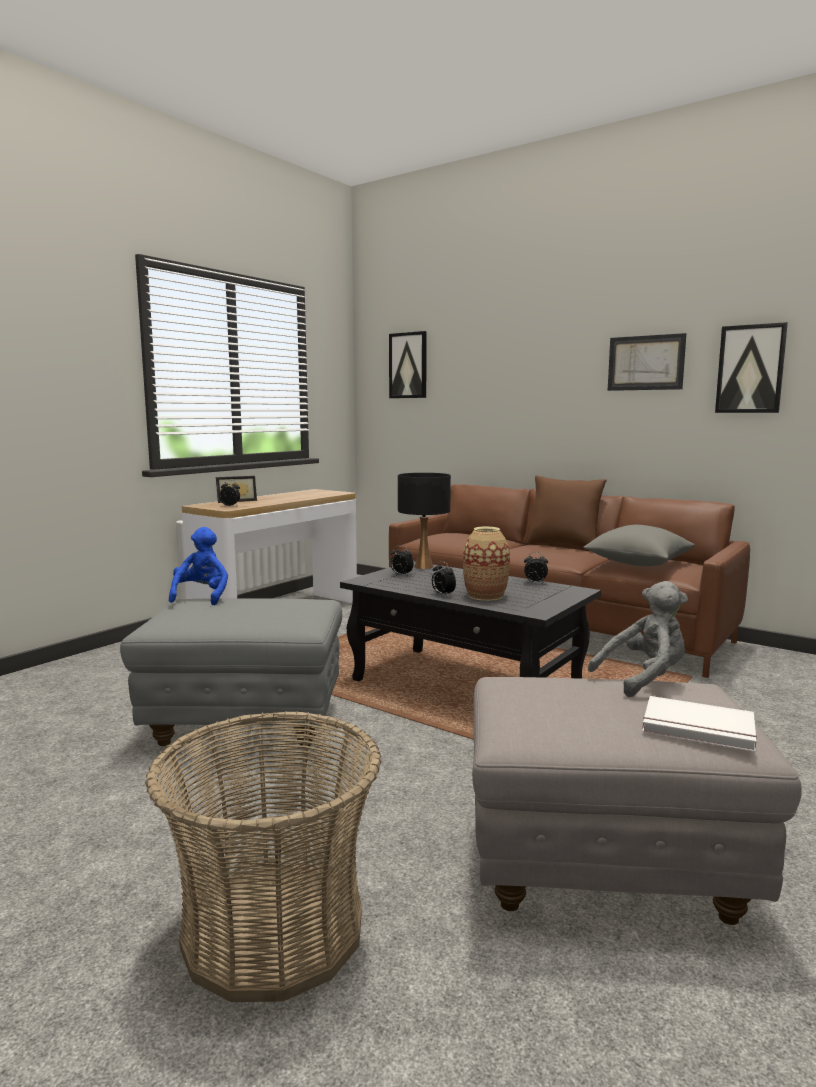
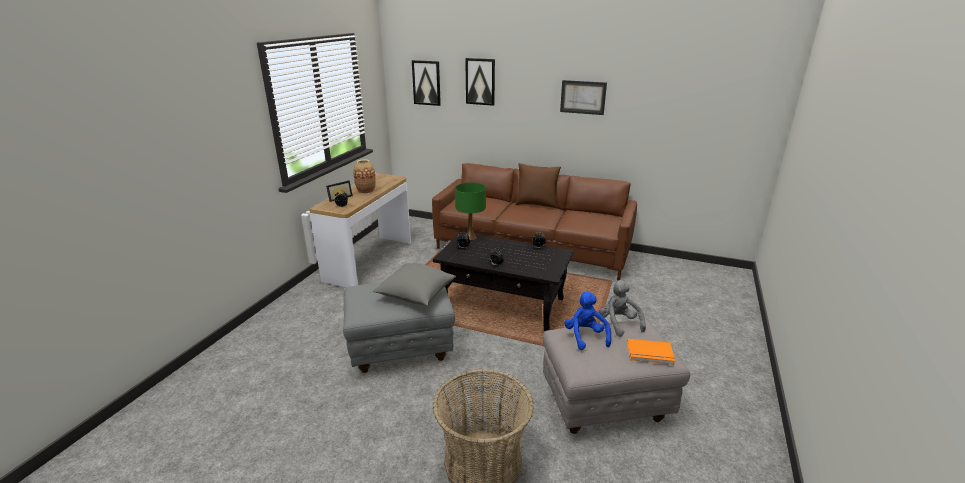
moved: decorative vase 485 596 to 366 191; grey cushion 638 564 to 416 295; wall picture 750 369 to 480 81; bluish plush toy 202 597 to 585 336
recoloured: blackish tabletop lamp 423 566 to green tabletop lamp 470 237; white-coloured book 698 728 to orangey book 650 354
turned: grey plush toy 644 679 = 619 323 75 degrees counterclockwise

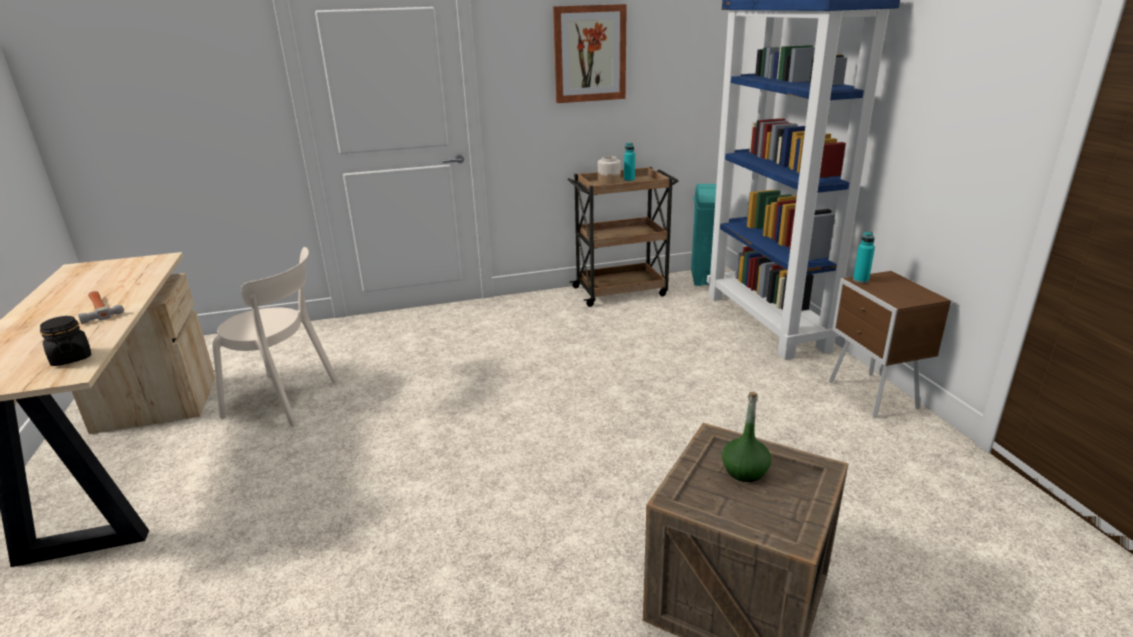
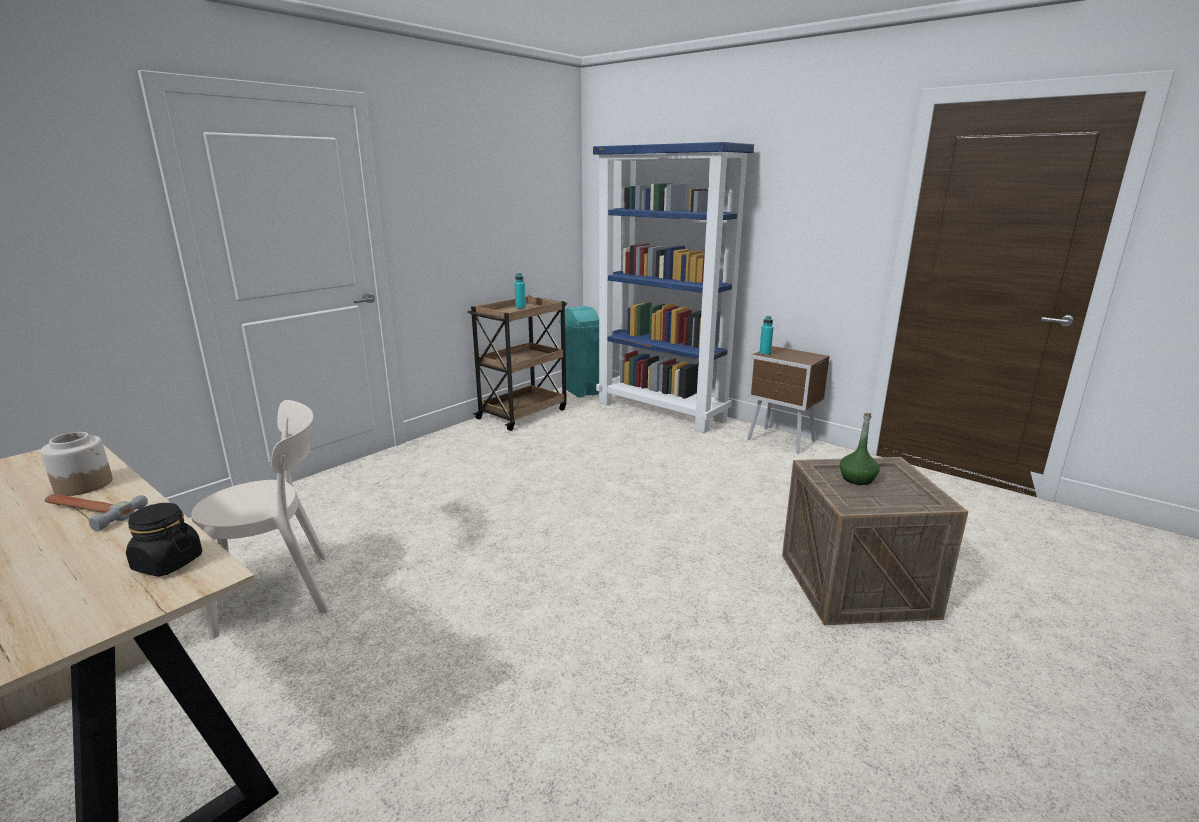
removed: wall picture 589 54
moved: storage jar 609 182 to 84 485

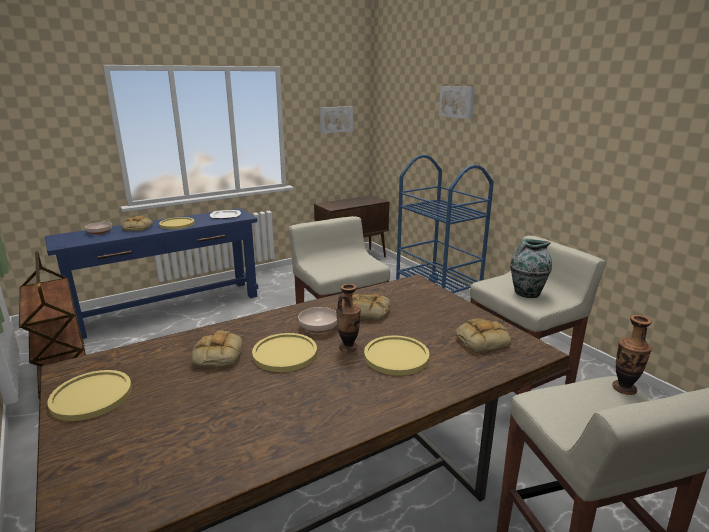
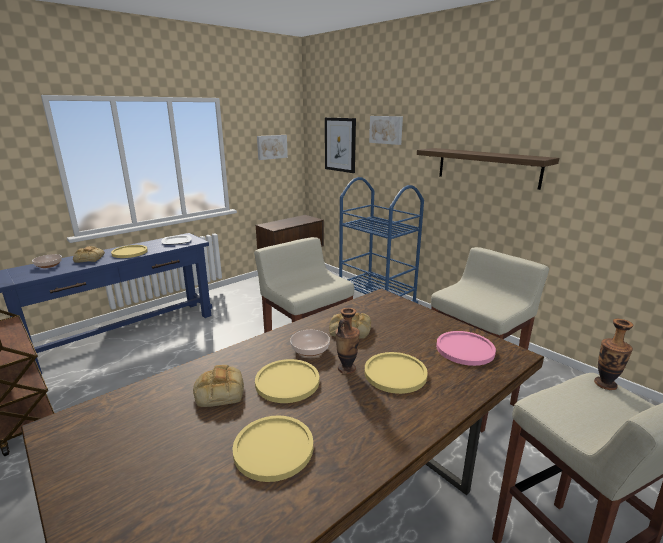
removed: decorative vase 526 293
added: wall picture 340 144; bracket shelf 487 167
moved: yellow dinner plate 91 396 to 273 448
replaced: bread 482 340 to pink-coloured dinner plate 465 349

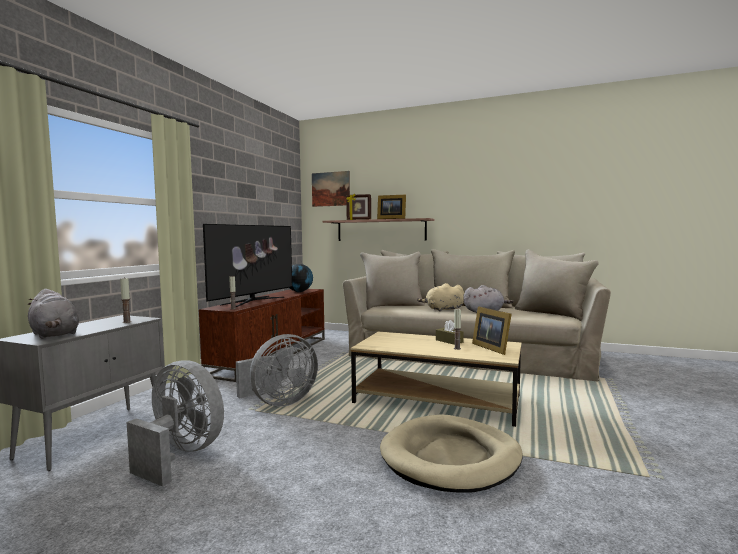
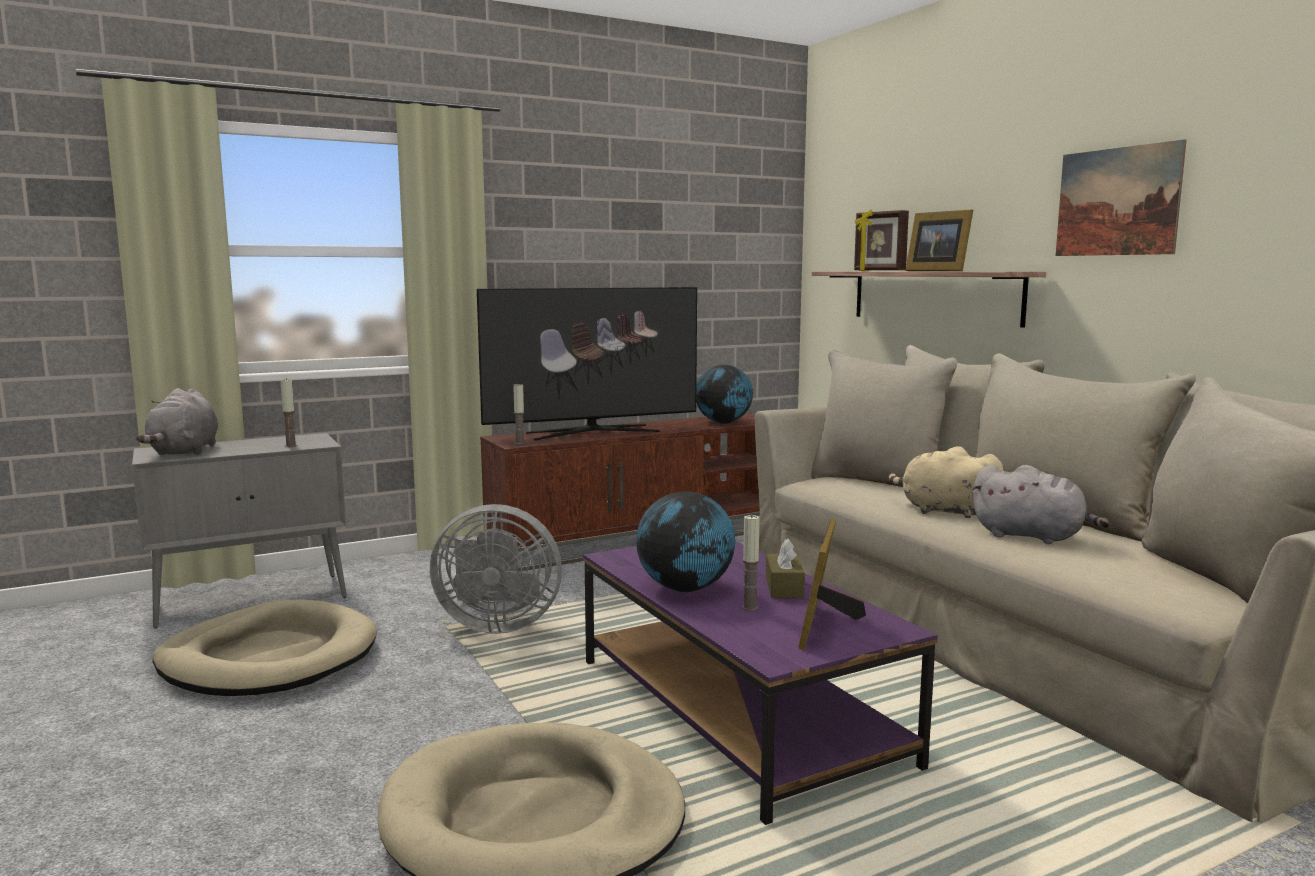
added: desk globe 685 589
moved: wall picture 330 189 to 1117 202
replaced: grey electric fan 180 455 to sand-coloured dog bed 269 658
recoloured: sand-coloured lounge table 437 399 to purple-coloured lounge table 737 710

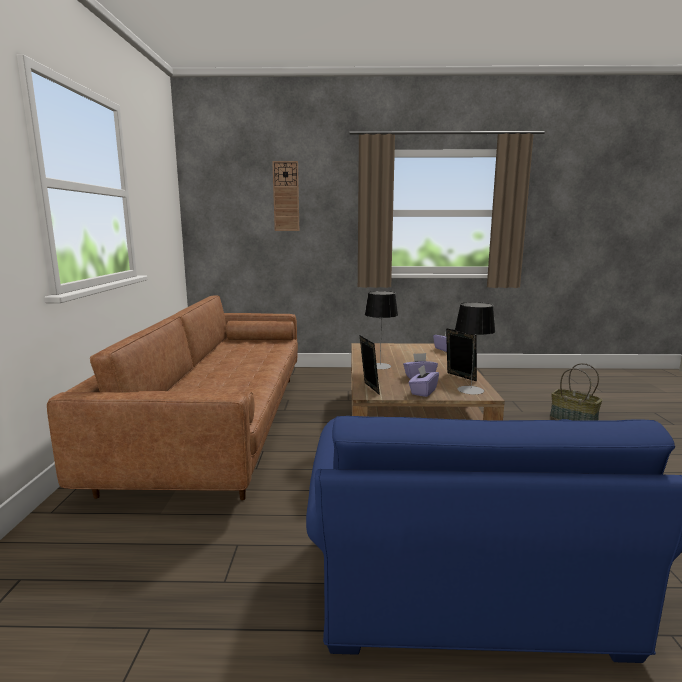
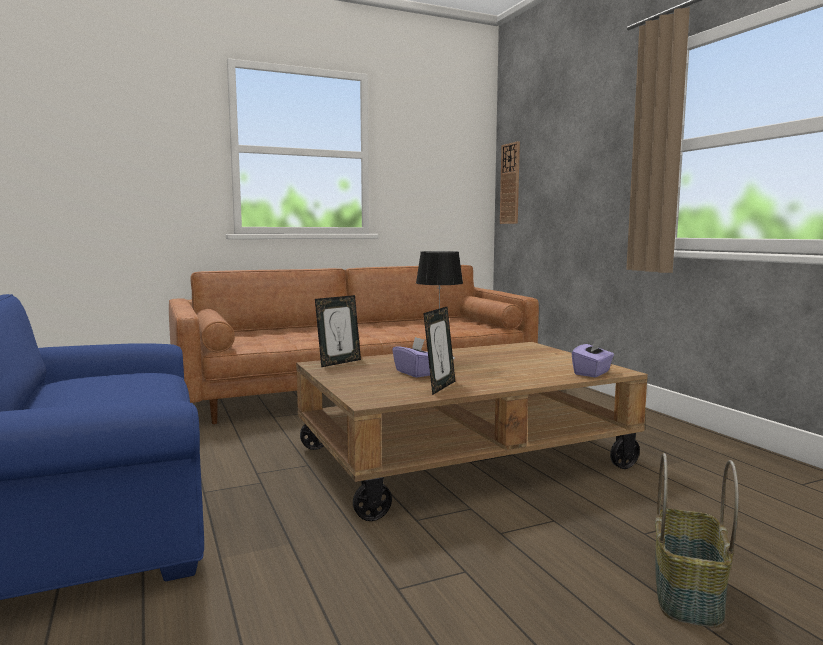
removed: purple-coloured box of tissues 423 392; tabletop lamp 470 390
moved: hanging clock 286 196 to 510 184

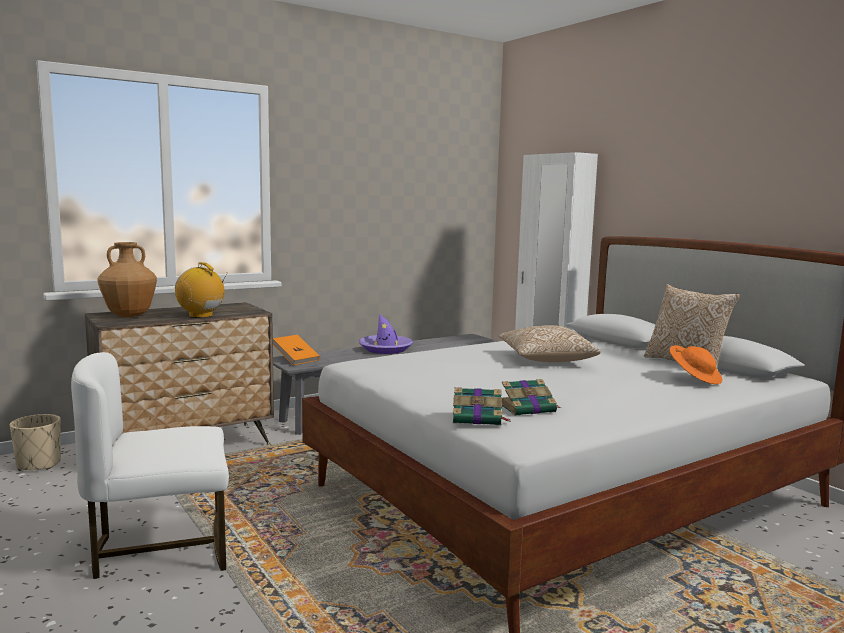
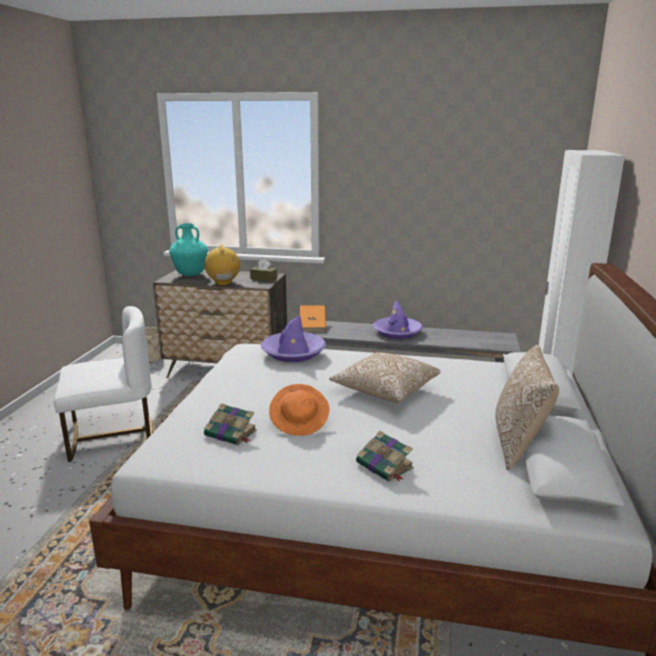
added: brown-coloured box of tissues 264 279; purple-coloured hat 293 352
moved: orangey hat 694 378 to 300 422; book 478 418 to 385 466
recoloured: brown-coloured decorative vase 130 315 to turquoise-coloured decorative vase 191 275
turned: white-coloured upright chair 161 548 = 111 435 135 degrees clockwise

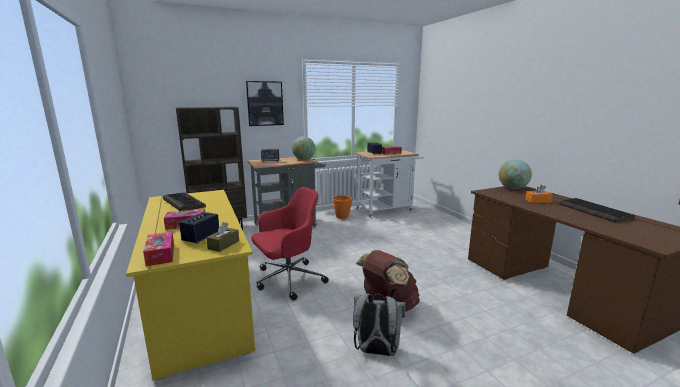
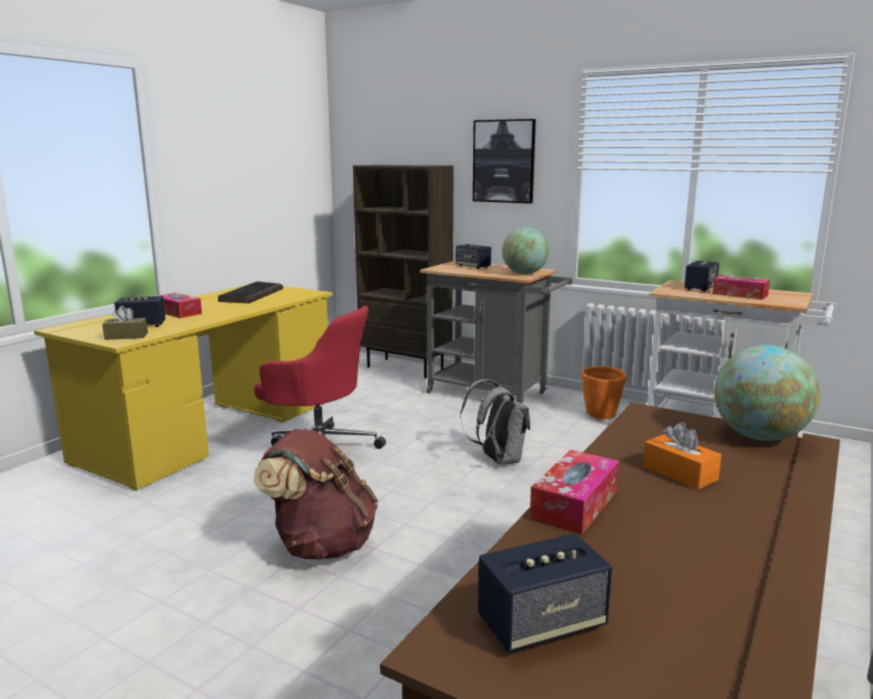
removed: keyboard 595 211
added: audio speaker 541 624
moved: grey backpack 376 351 to 498 459; box of tissues 160 254 to 574 504

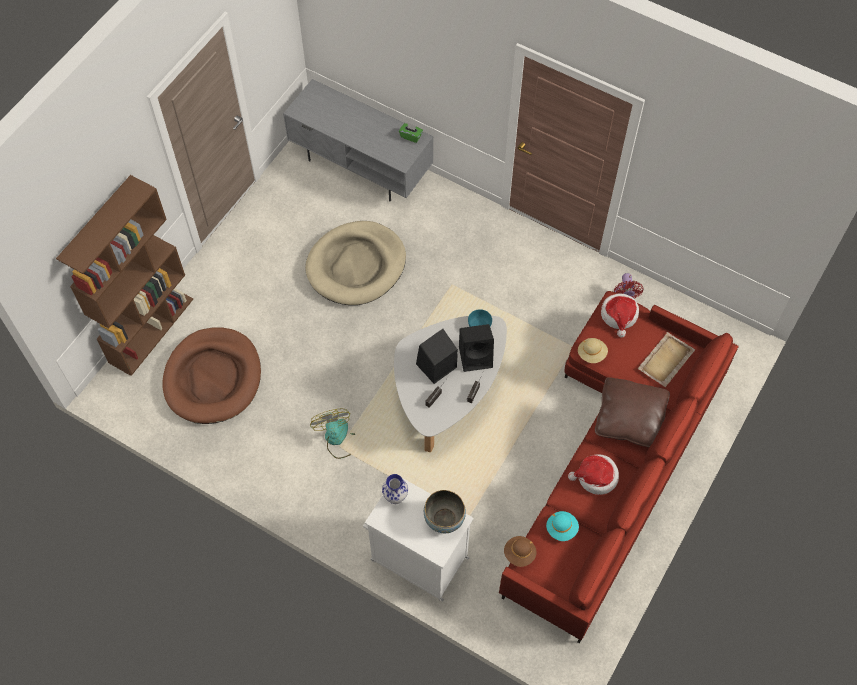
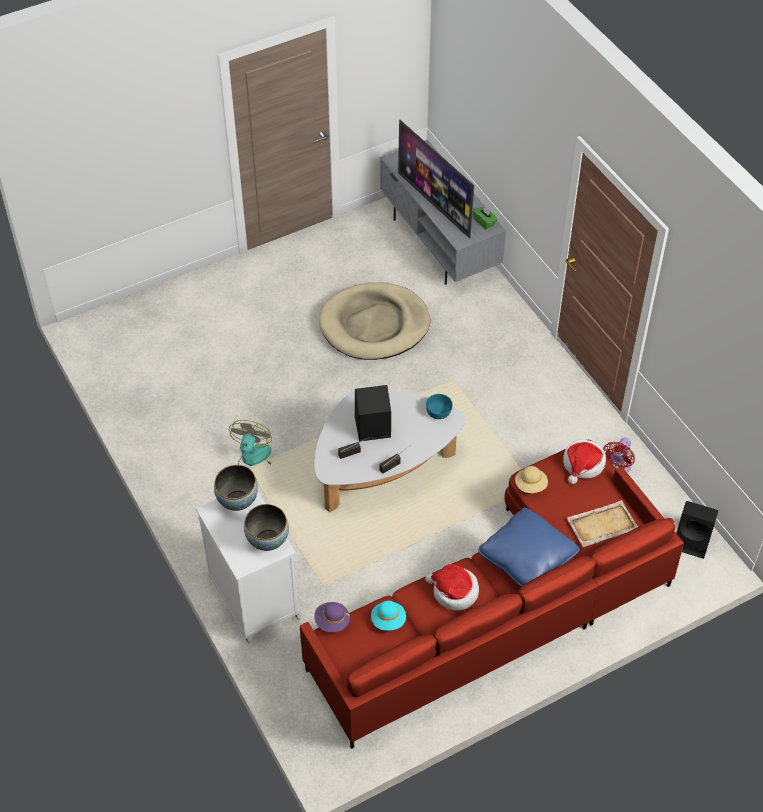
removed: brown-coloured shelving unit 151 329; brown-coloured dog bed 213 378
added: TV 435 204
moved: blackish audio speaker 476 356 to 692 541
replaced: decorative vase 395 497 to deep dish 237 501
recoloured: brown-coloured hat 519 554 to purple-coloured hat 332 621; brown-coloured cushion 630 418 to bluish cushion 527 558

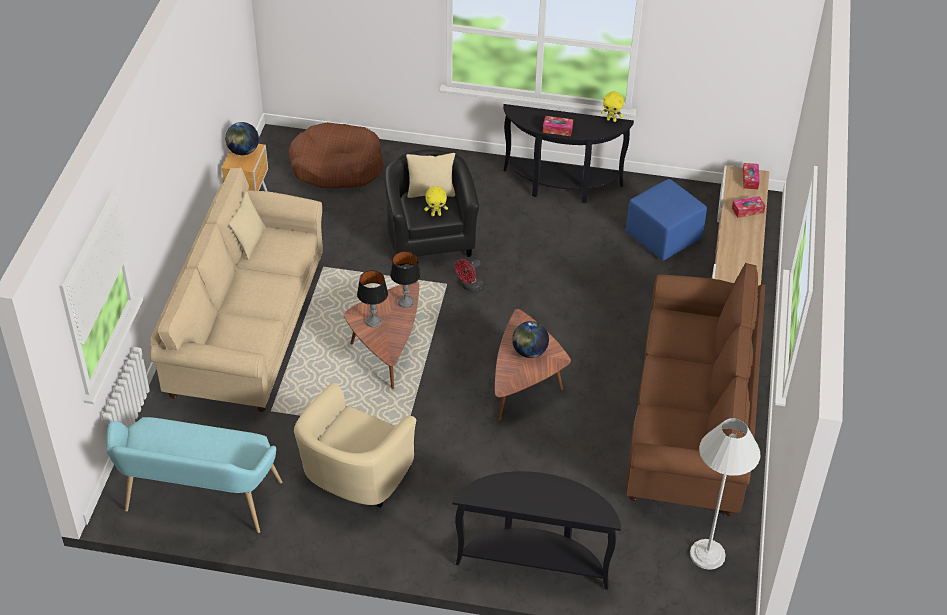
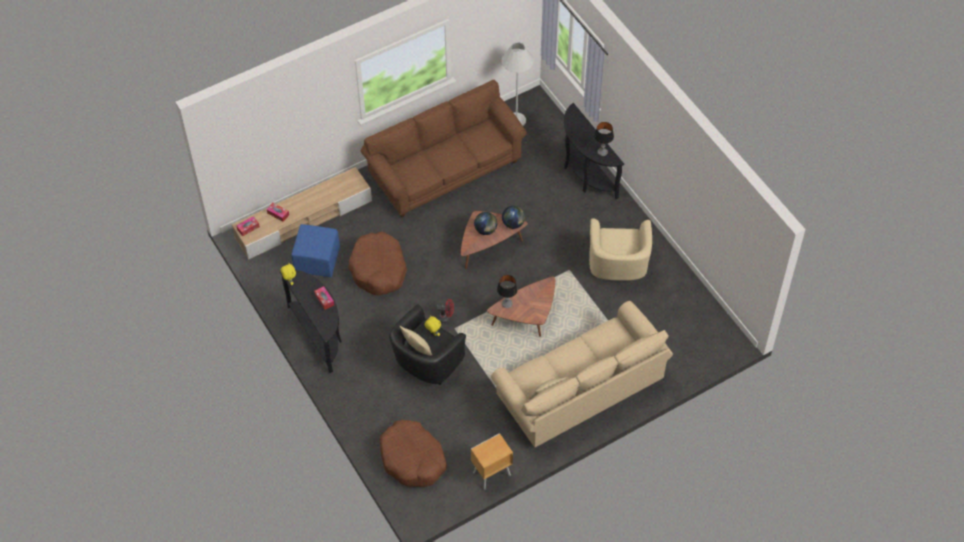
removed: turquoise-coloured long seat 199 501
added: brown-coloured dog bed 378 269
moved: desk globe 243 151 to 513 224; tabletop lamp 373 321 to 602 152
turned: sand-coloured armchair 354 479 = 617 268 105 degrees clockwise

